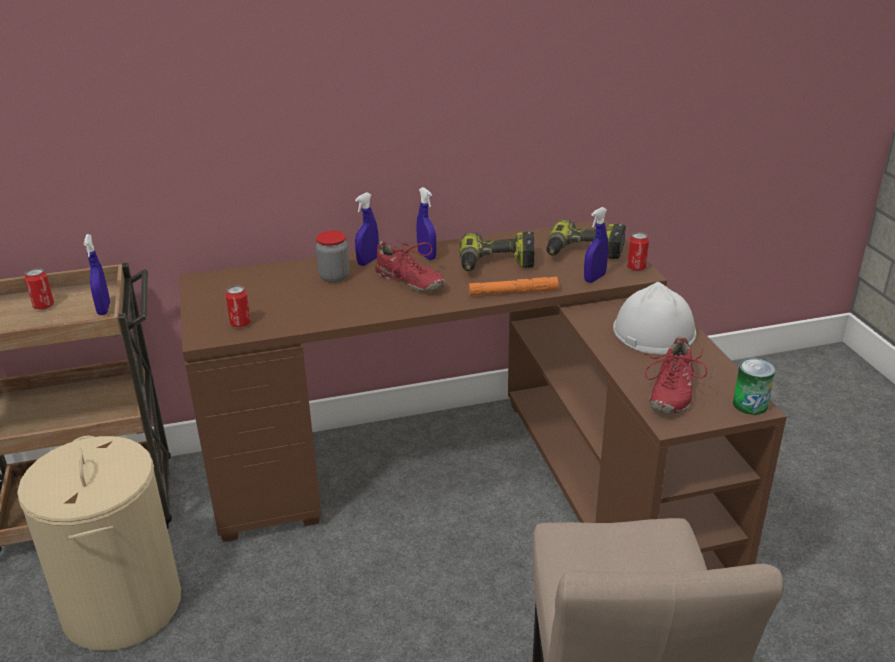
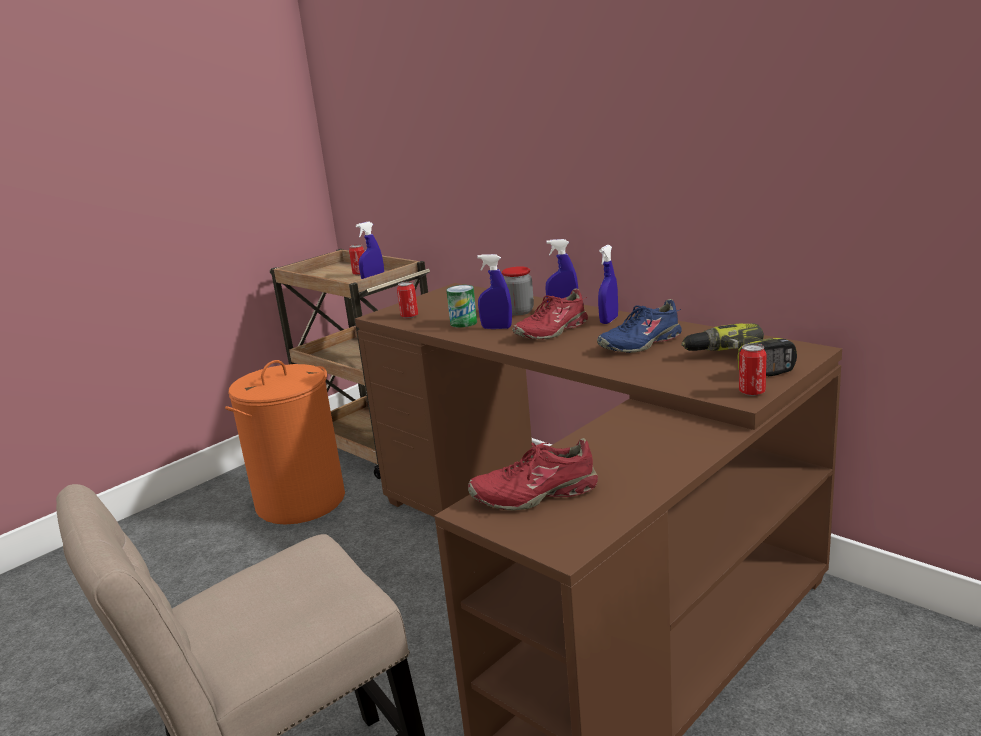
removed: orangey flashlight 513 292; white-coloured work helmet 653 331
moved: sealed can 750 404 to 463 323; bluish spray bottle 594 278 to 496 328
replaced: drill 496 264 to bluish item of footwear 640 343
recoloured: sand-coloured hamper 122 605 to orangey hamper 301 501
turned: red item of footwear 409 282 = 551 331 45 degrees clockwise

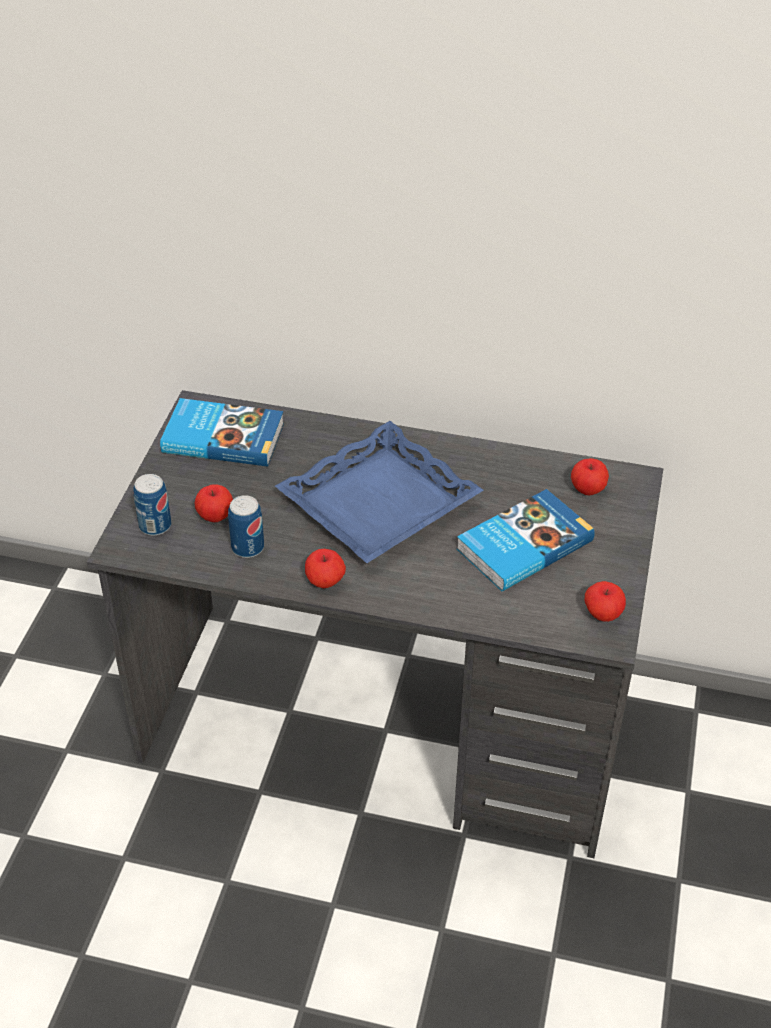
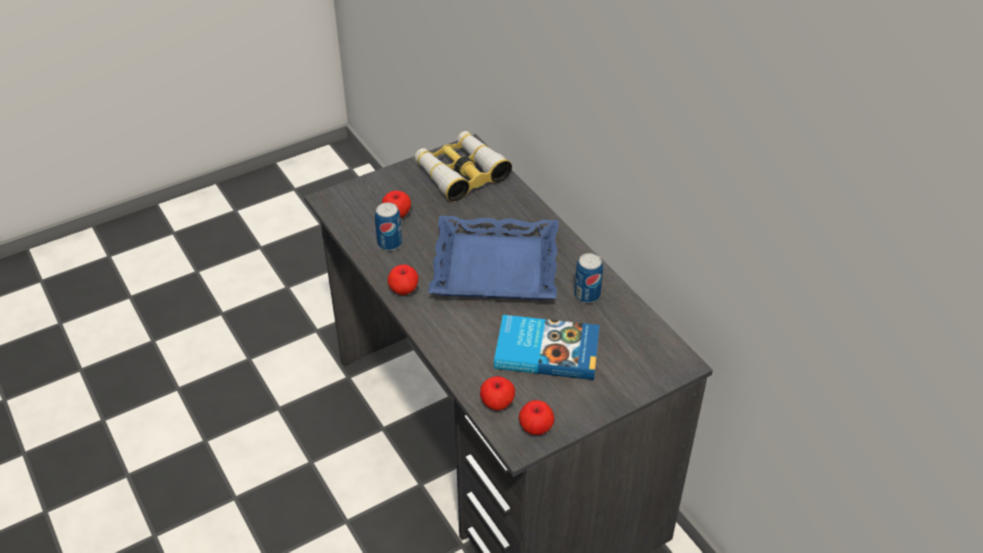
moved: whole apple 588 489 to 497 403; sealed can 155 526 to 587 295
replaced: book 223 437 to pair of binoculars 461 173

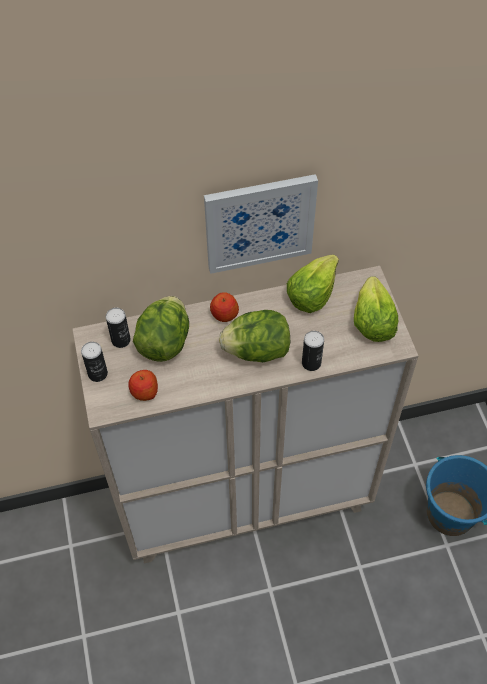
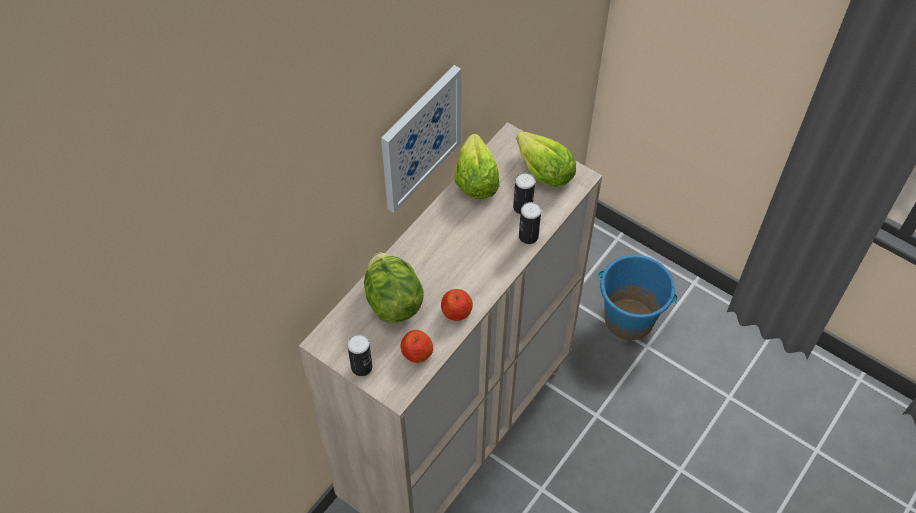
removed: head of lettuce 257 350
moved: whole apple 224 314 to 456 312; sealed can 121 340 to 522 207

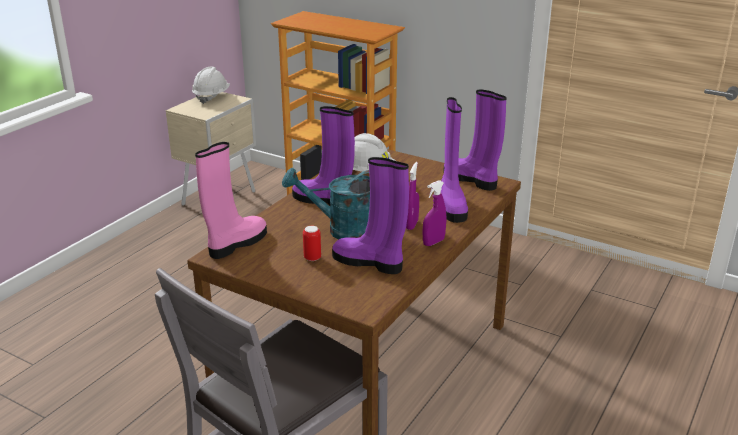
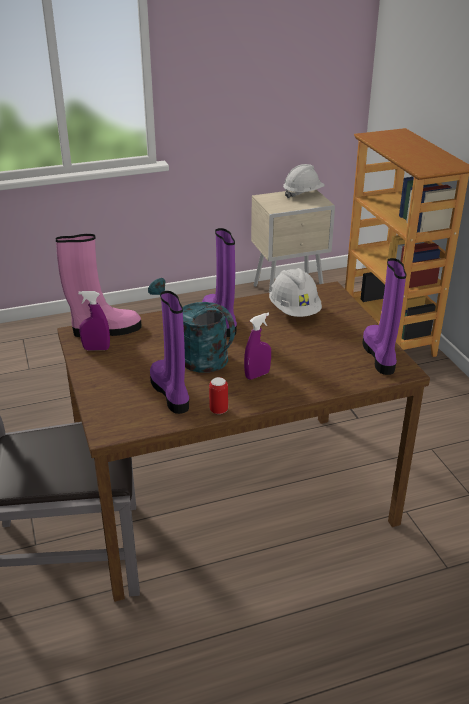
removed: purple-coloured tall boot 451 205
moved: purple-coloured spray bottle 433 242 to 96 349; sealed can 312 258 to 218 410

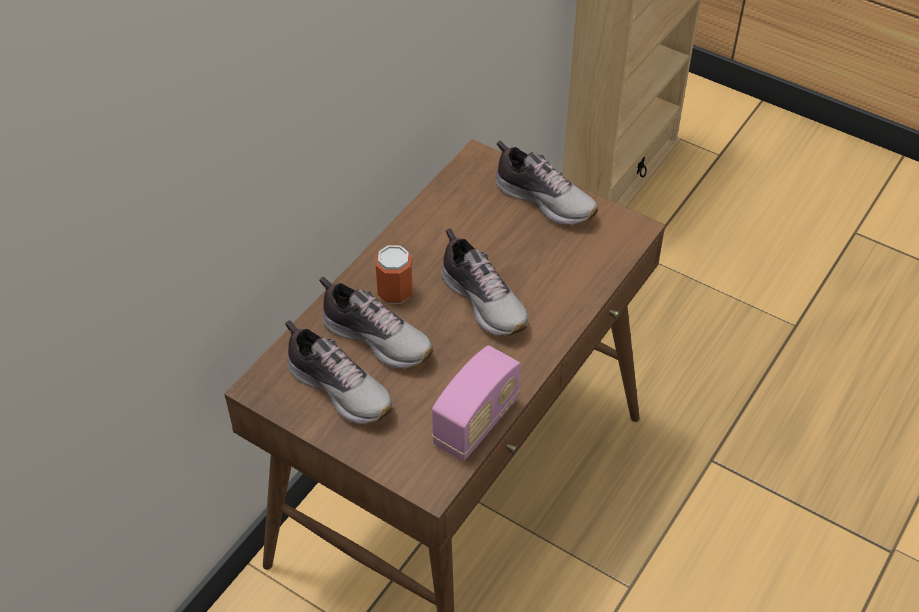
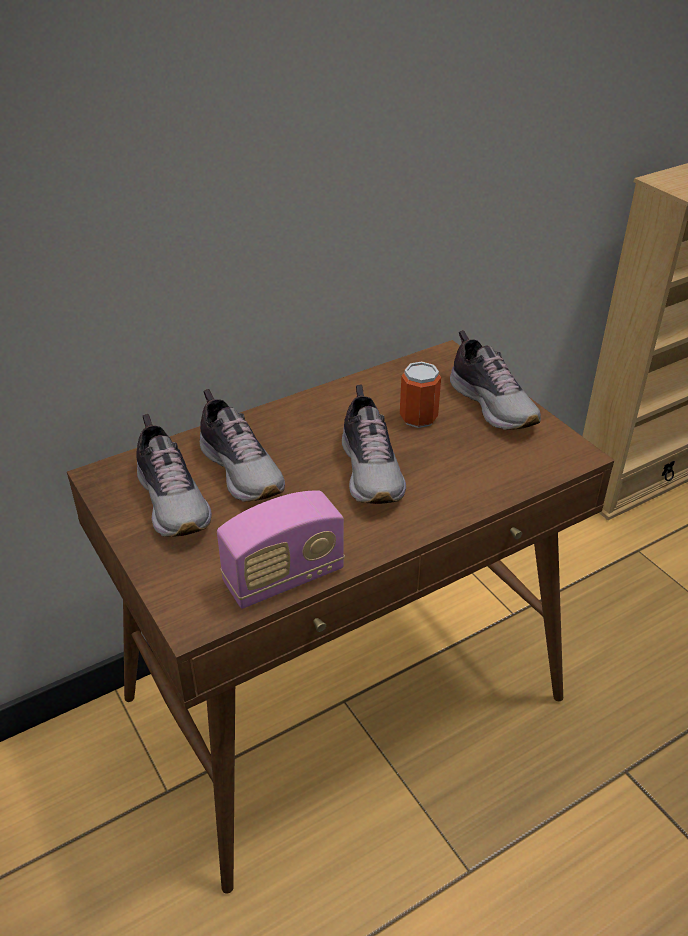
moved: sealed can 395 292 to 418 418

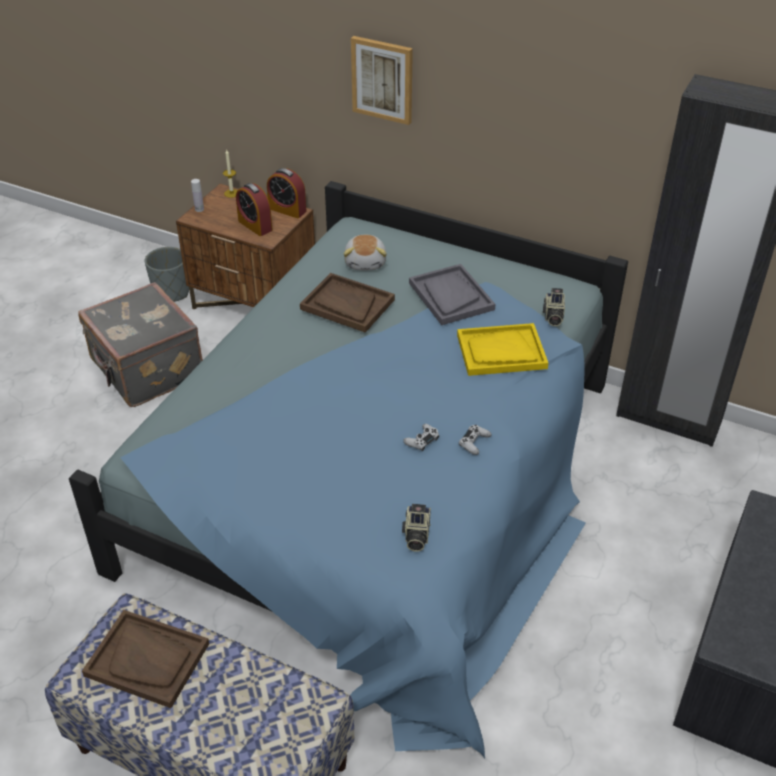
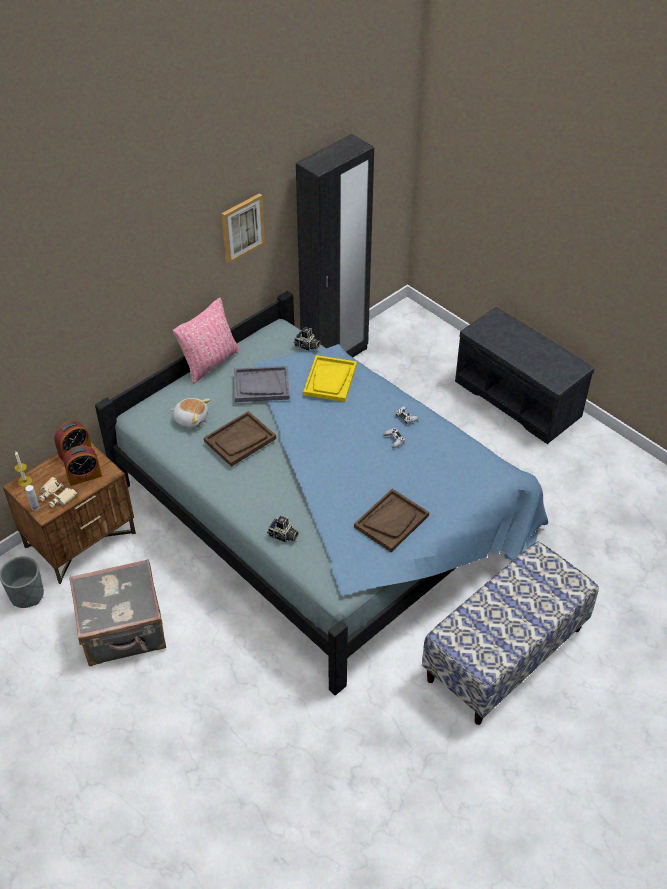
added: sand-coloured pair of binoculars 57 495; pink-coloured cushion 210 363
moved: wall picture 382 79 to 242 227; still camera 416 535 to 283 536; brown-coloured tray 147 659 to 391 521

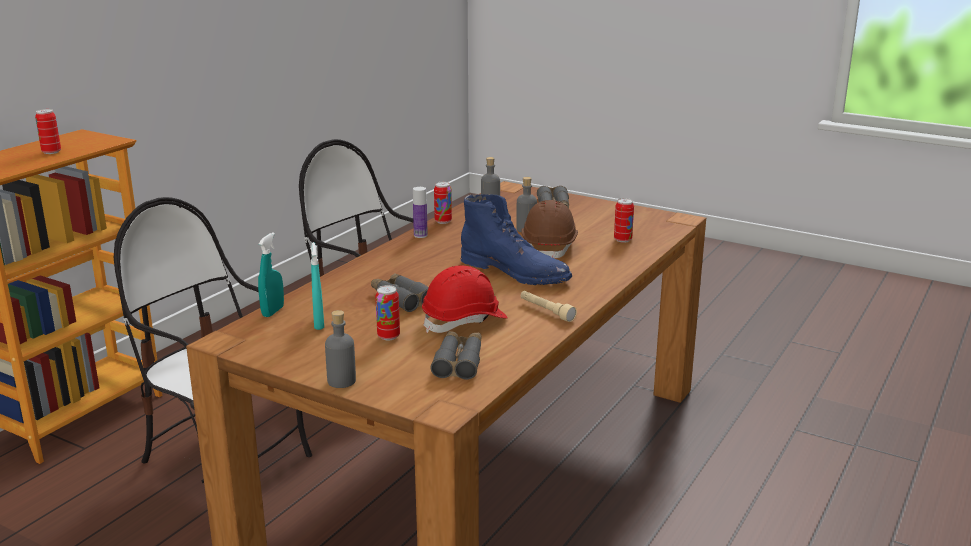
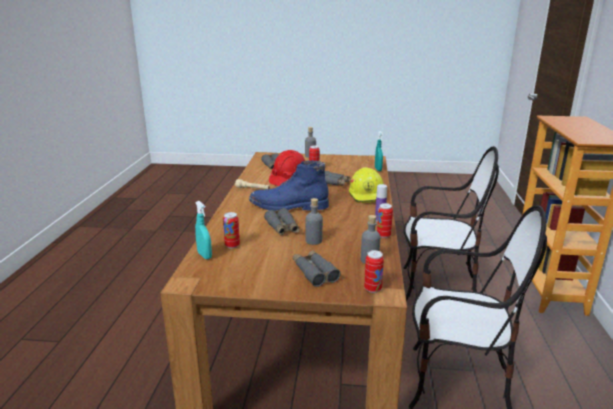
added: yellow work helmet 368 195
moved: turquoise-coloured spray bottle 319 324 to 204 255; sealed can 51 152 to 372 289
replaced: brown-coloured work helmet 549 247 to grey pair of binoculars 282 228

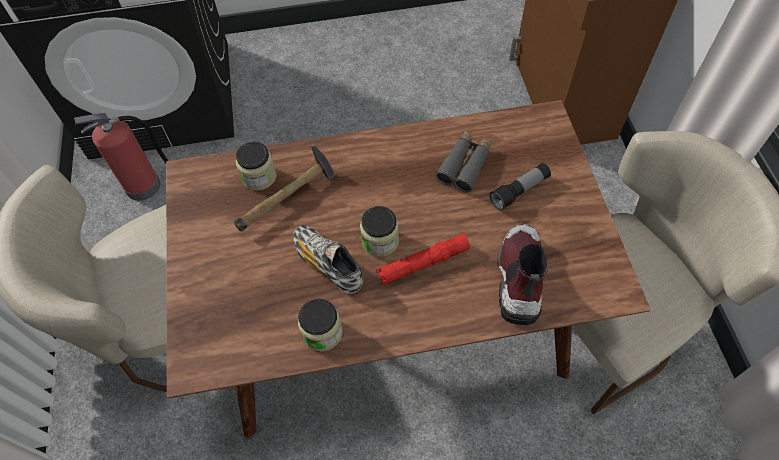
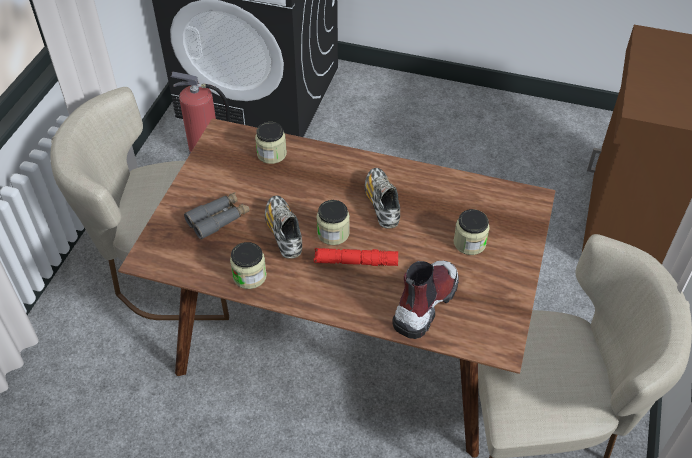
removed: hand hammer 289 199
added: item of footwear 382 204
moved: grey pair of binoculars 465 165 to 218 219
replaced: flashlight 519 191 to storage jar 469 243

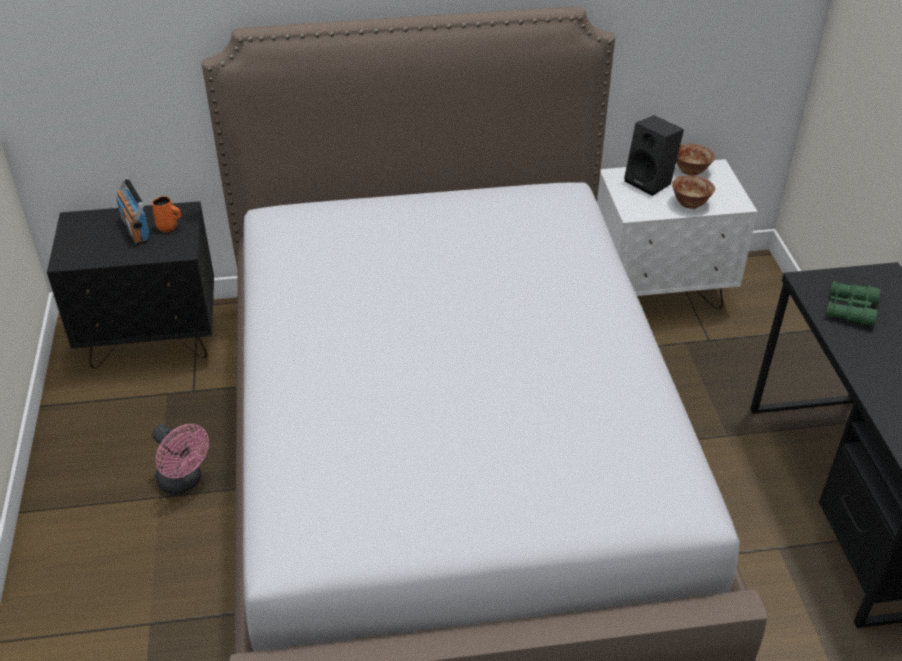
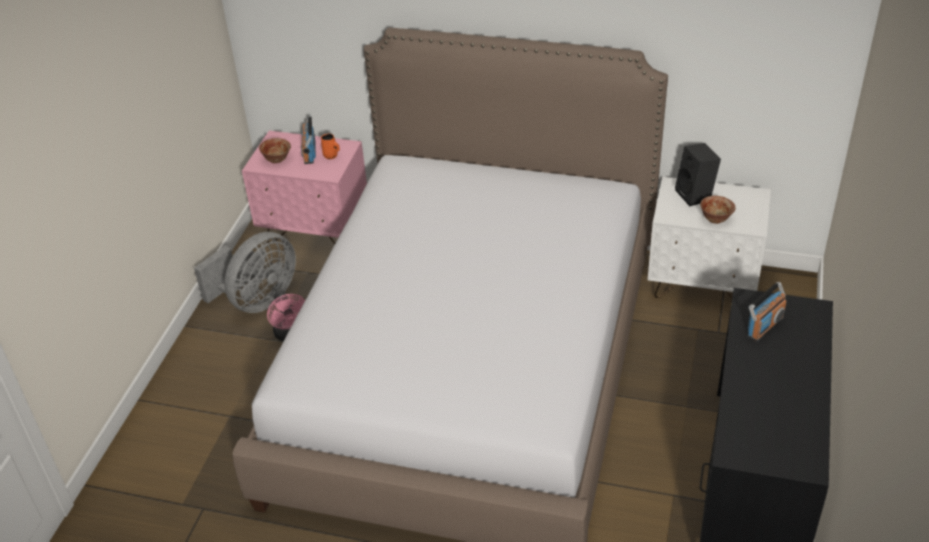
added: grey electric fan 257 300
moved: deep dish 691 171 to 277 159
replaced: green pair of binoculars 850 309 to radio receiver 764 327
recoloured: blackish bedside table 153 338 to pink-coloured bedside table 316 232

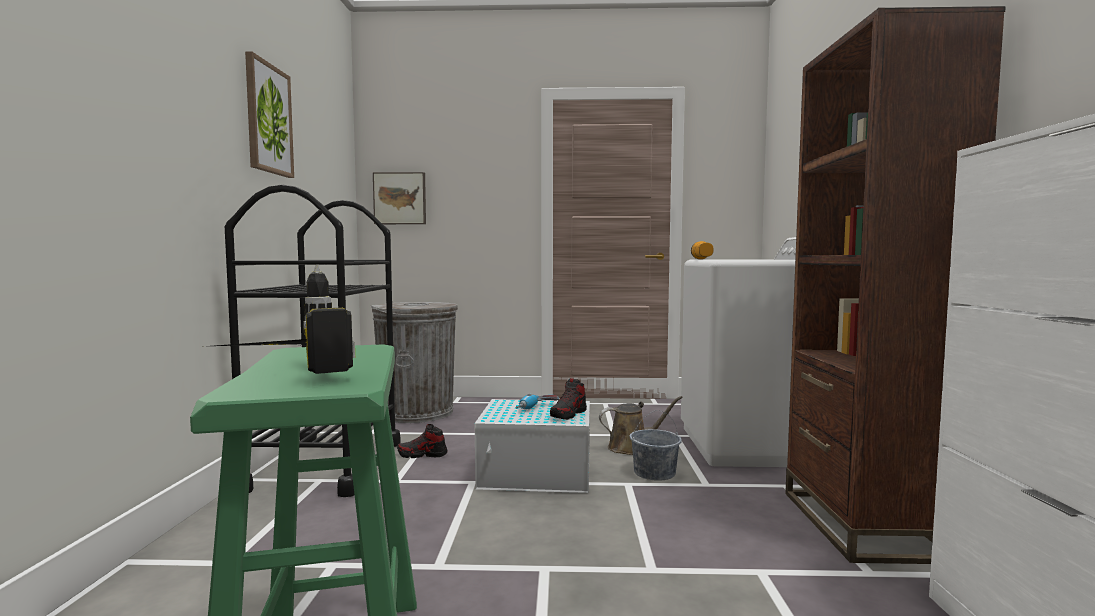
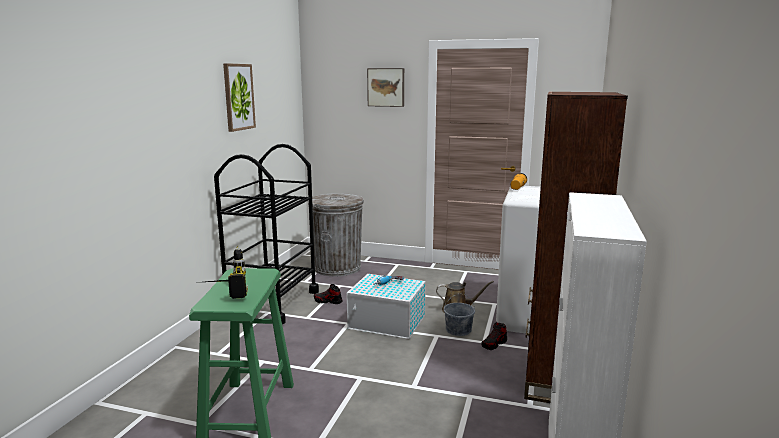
moved: wall picture 400 198 to 386 87; item of footwear 568 414 to 494 344

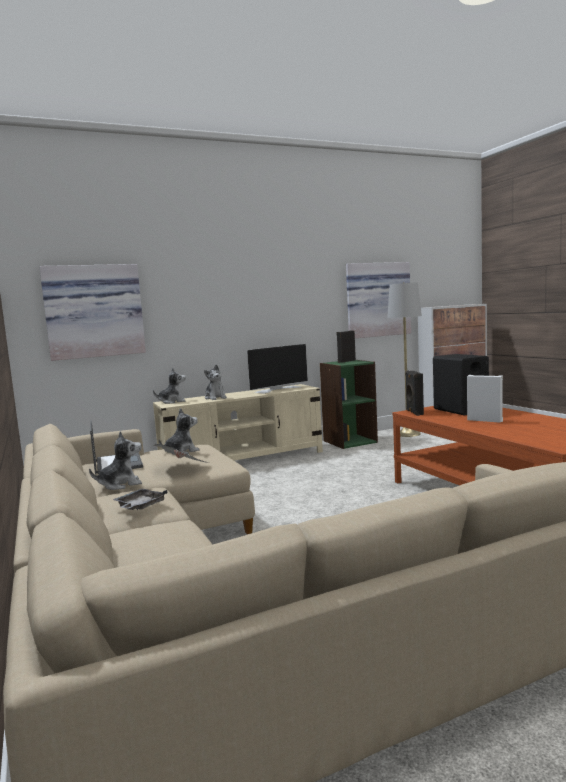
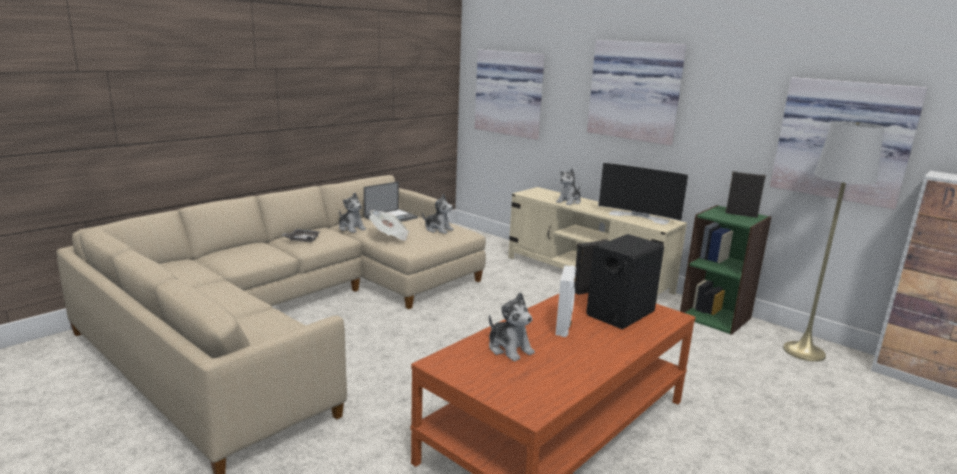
added: wall picture 636 91
moved: plush toy 172 402 to 509 348

